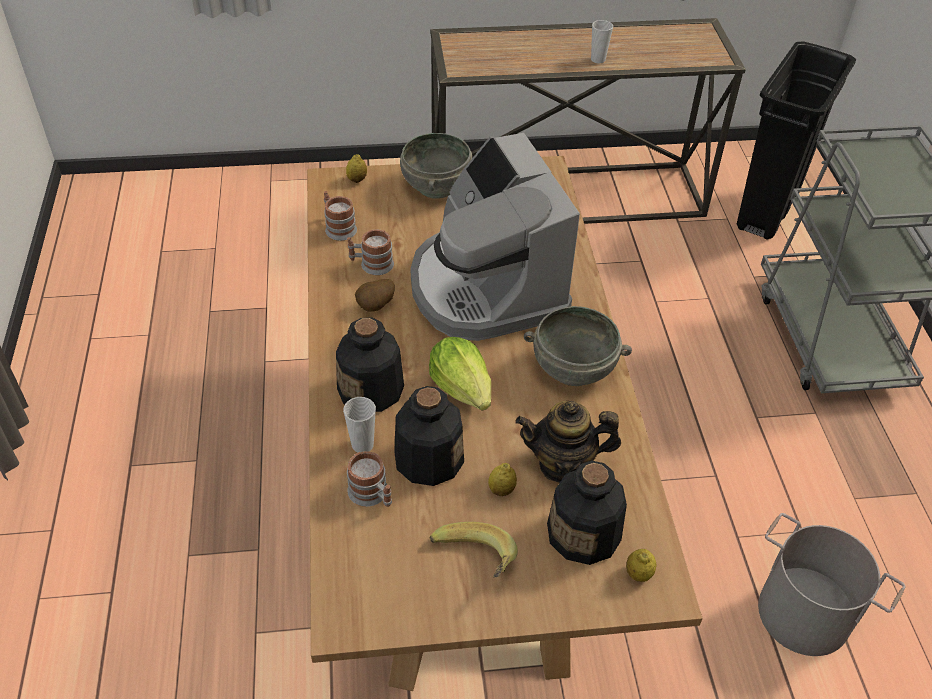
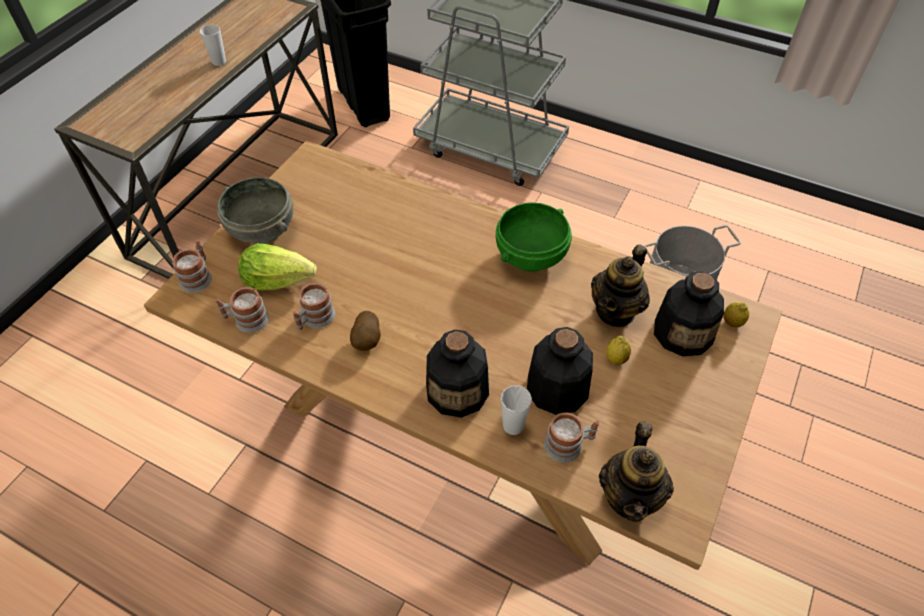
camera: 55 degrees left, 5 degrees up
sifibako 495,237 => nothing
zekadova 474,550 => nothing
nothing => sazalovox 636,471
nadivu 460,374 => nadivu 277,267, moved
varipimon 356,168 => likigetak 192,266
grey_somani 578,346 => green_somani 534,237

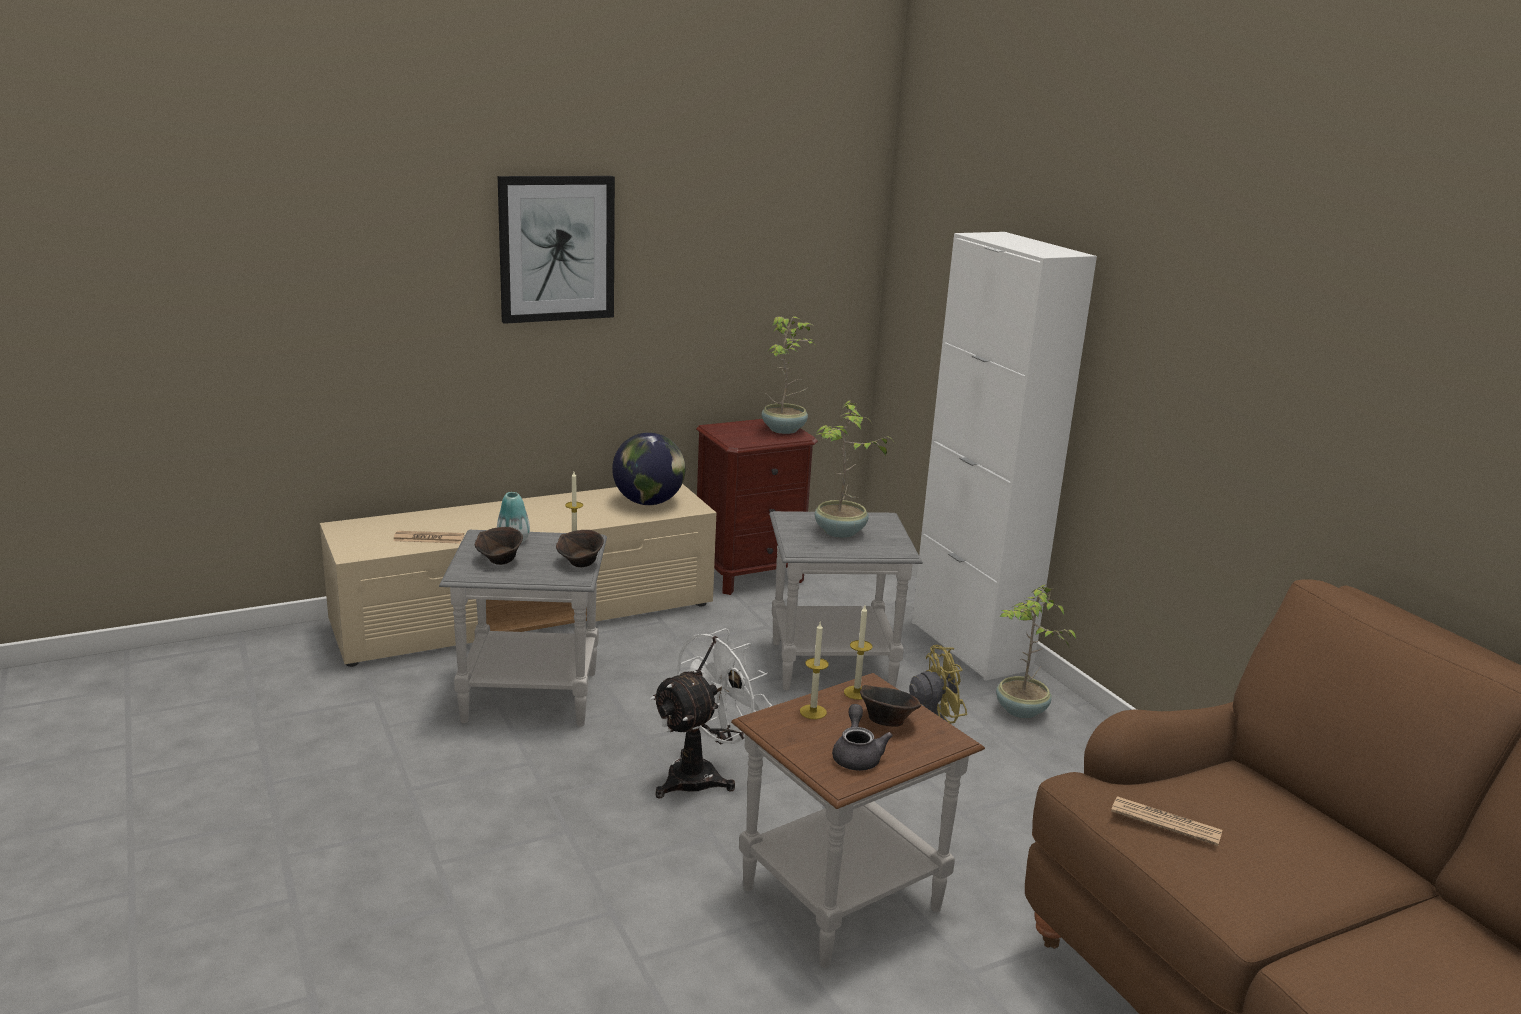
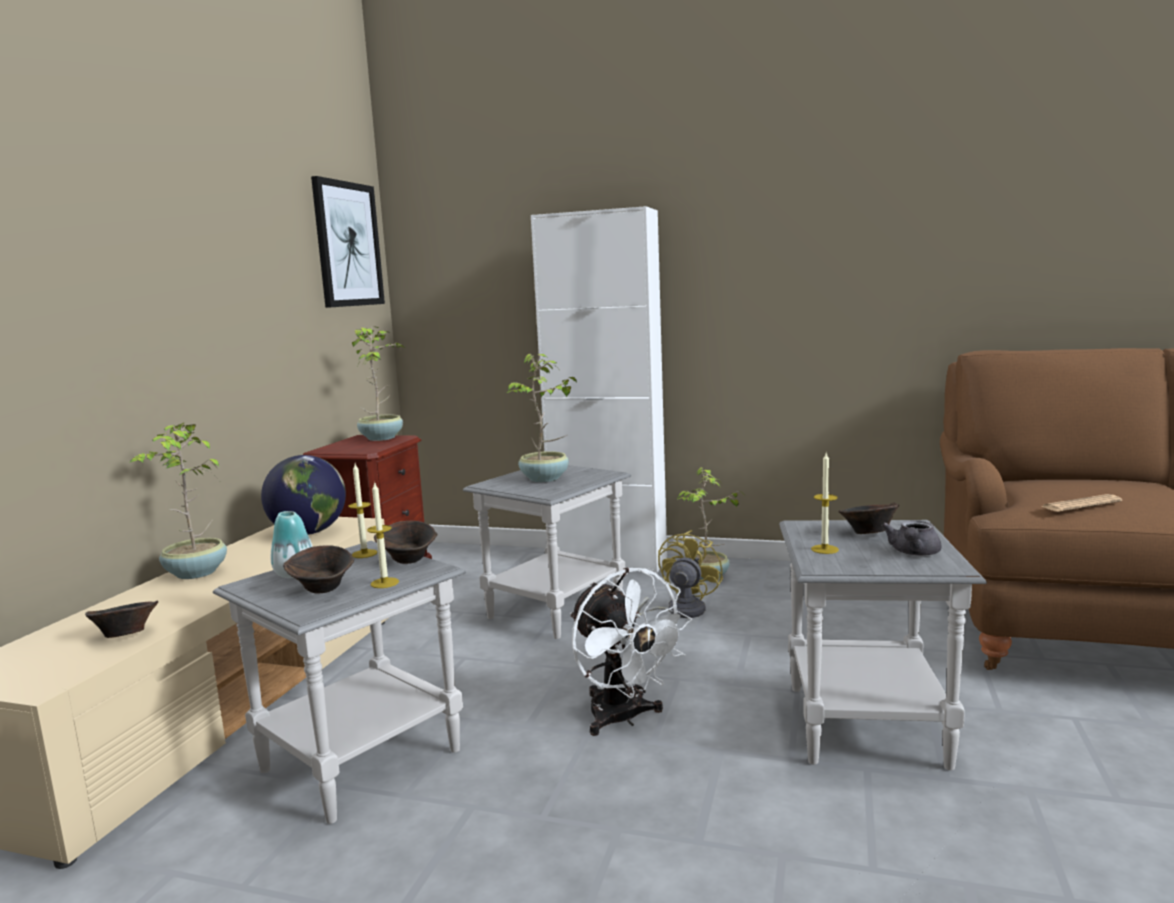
camera: 45 degrees left, 10 degrees down
nothing => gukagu 178,500
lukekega 556,250 => lukekega 348,242, moved
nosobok 858,653 => nosobok 383,534, moved
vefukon 428,537 => brown_somani 121,619
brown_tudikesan 858,820 => grey_tudikesan 883,645
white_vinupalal 711,713 => white_vinupalal 631,652, 150 degrees clockwise
grey_sazalovox 862,737 => grey_sazalovox 911,538, 105 degrees counterclockwise

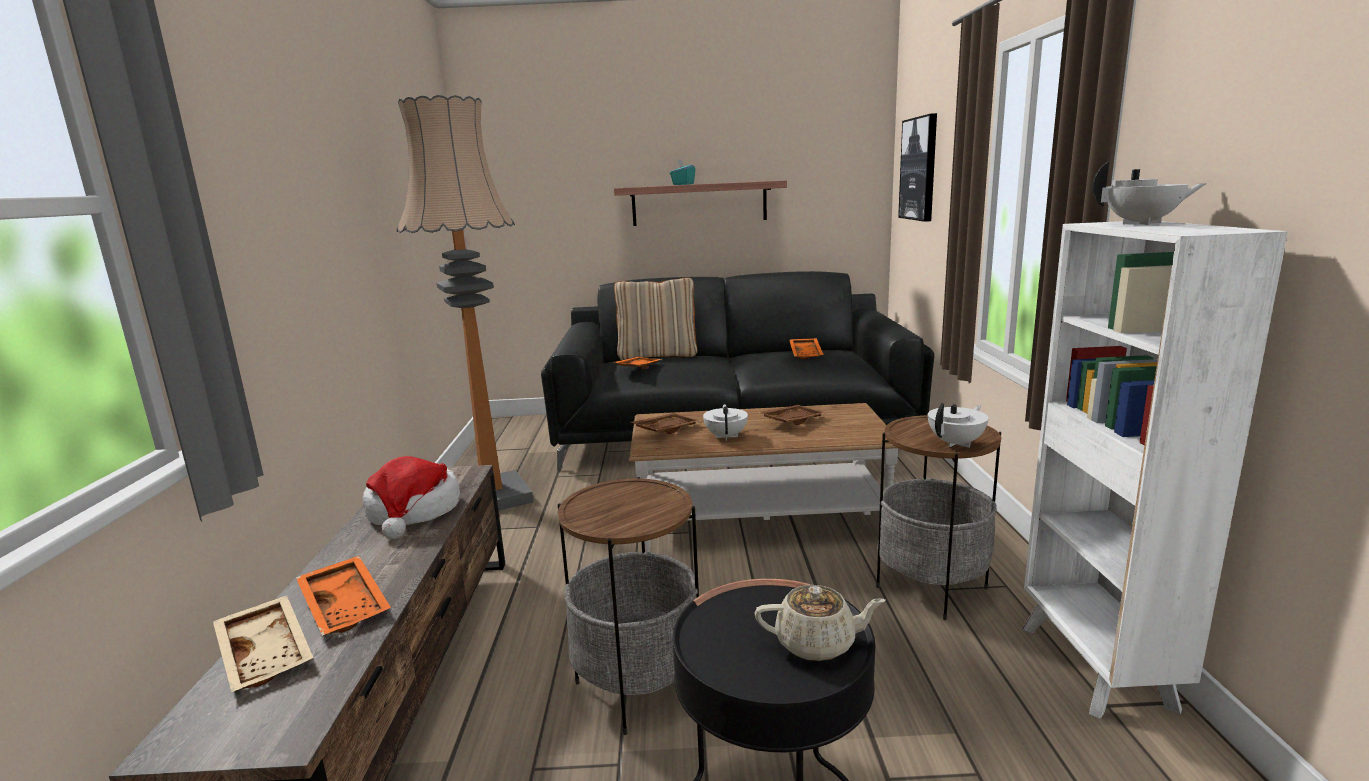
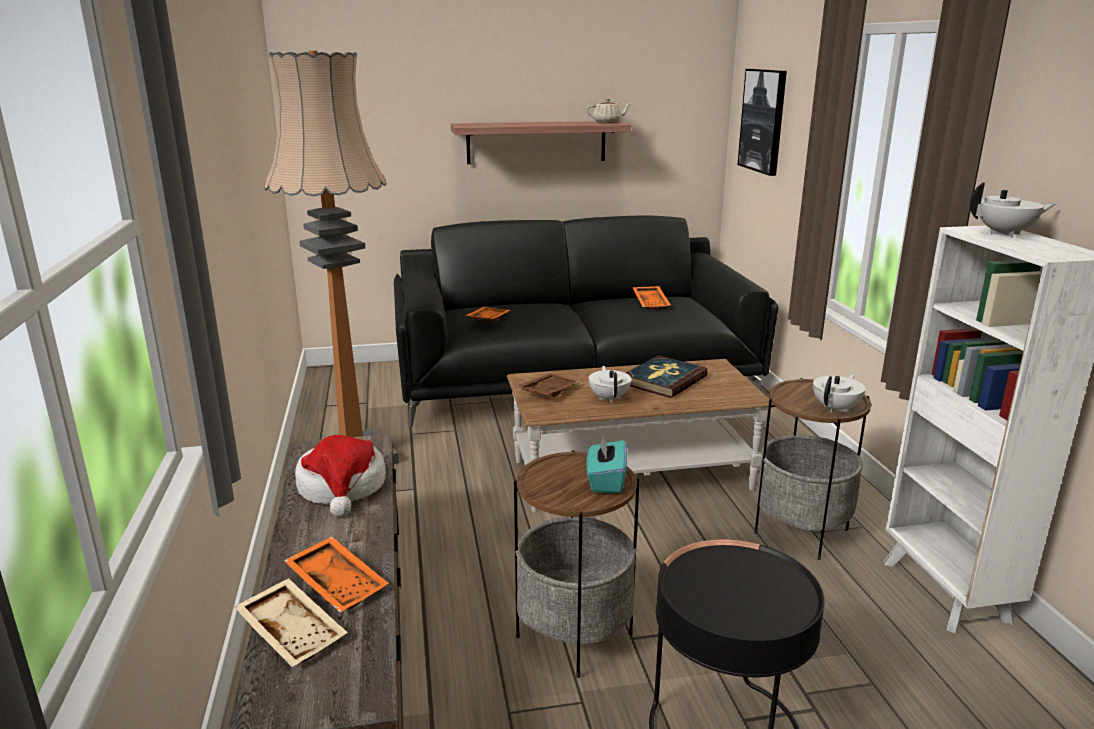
camera: 10 degrees left, 5 degrees up
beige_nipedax 656,319 => nothing
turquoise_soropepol 682,172 => turquoise_soropepol 607,463, moved
beige_sazalovox 819,623 => beige_sazalovox 609,110, moved
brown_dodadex 792,415 => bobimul 667,376

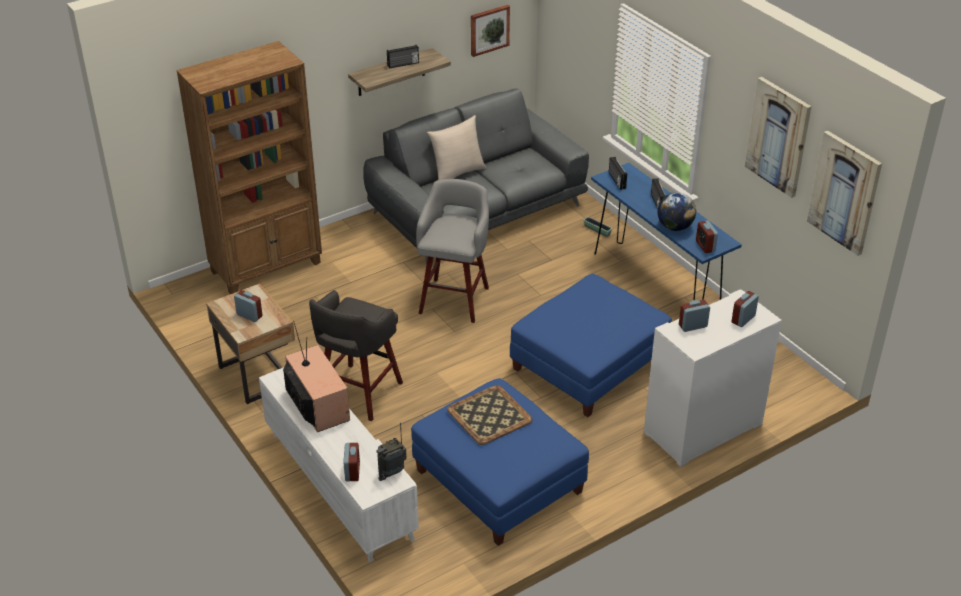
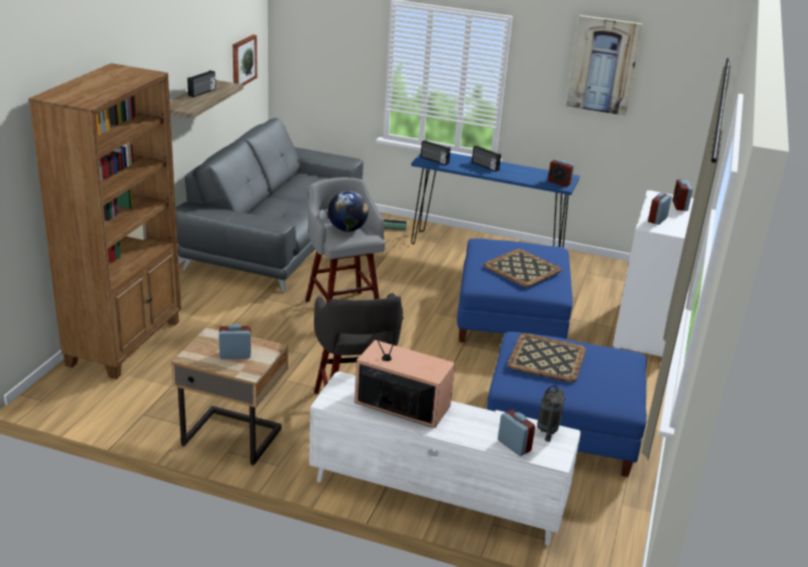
camera: 40 degrees left, 10 degrees down
beige_nipedax 456,147 => nothing
lukekega 844,193 => nothing
nothing => dodadex 522,268
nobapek 676,211 => nobapek 348,211, moved

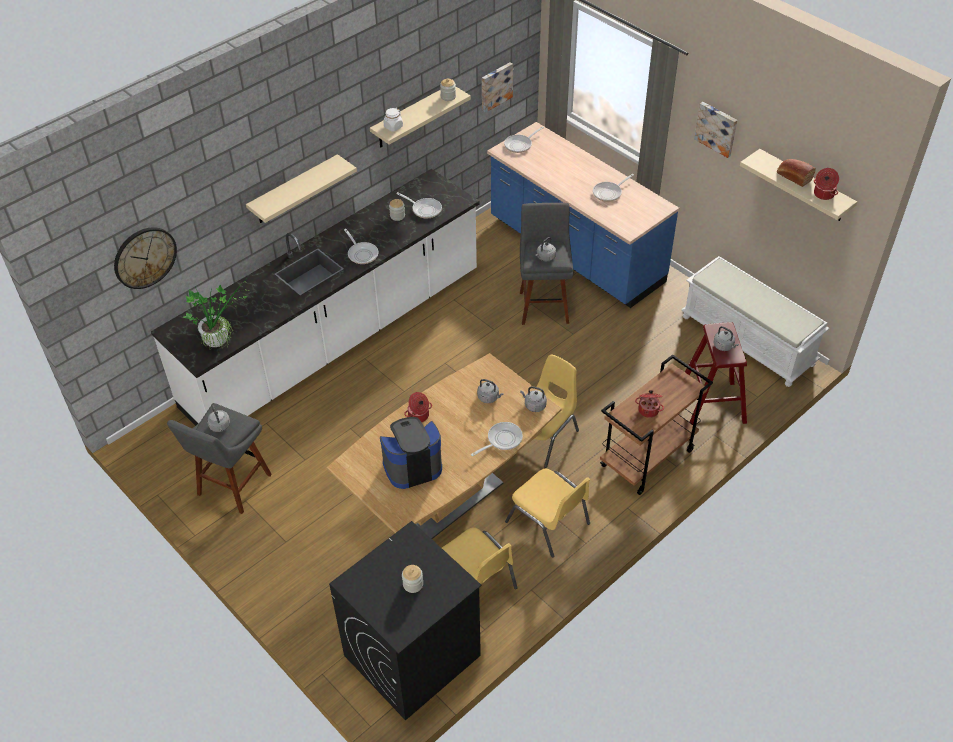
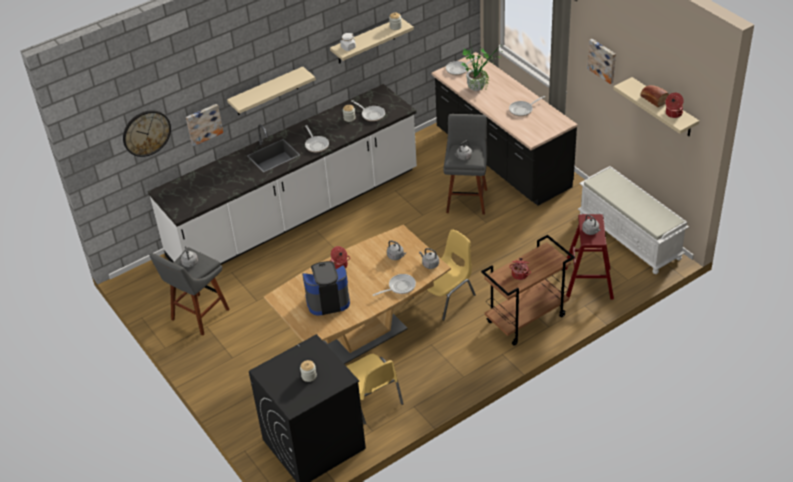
camera: 10 degrees right, 5 degrees down
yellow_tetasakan 547,512 => nothing
gukagu 215,315 => gukagu 481,69, moved
lukekega 497,87 => lukekega 204,125, moved
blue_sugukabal 583,215 => black_sugukabal 505,129

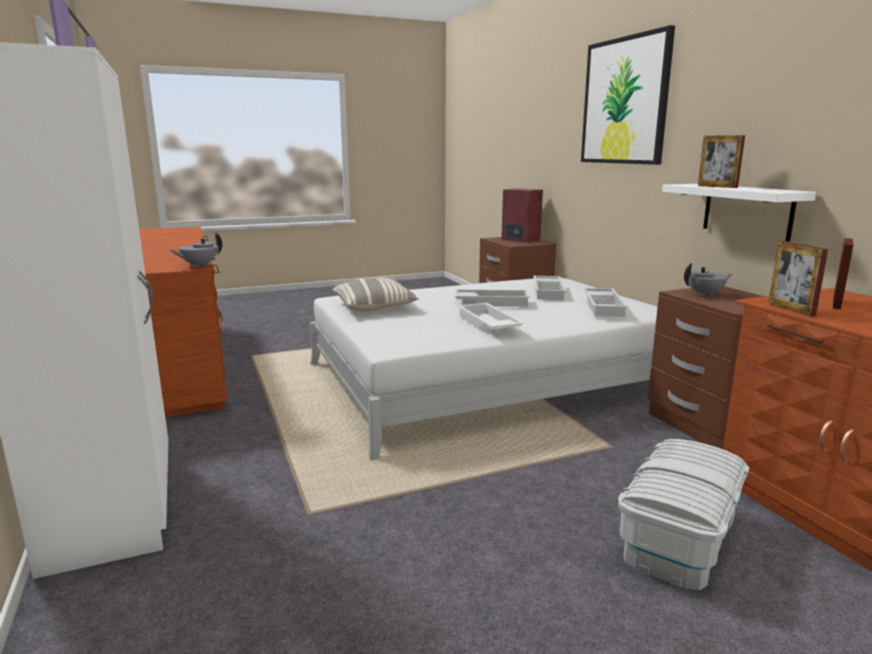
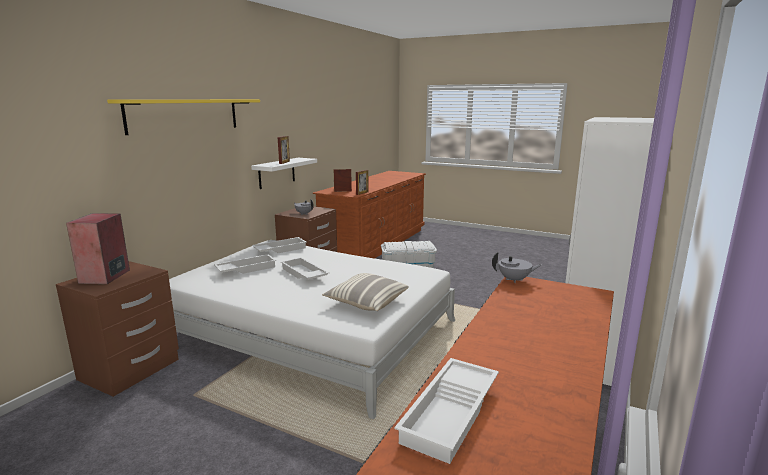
camera: 130 degrees left, 0 degrees up
white_dodadex 490,316 => white_dodadex 446,411, moved
lukekega 628,95 => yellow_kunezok 183,117

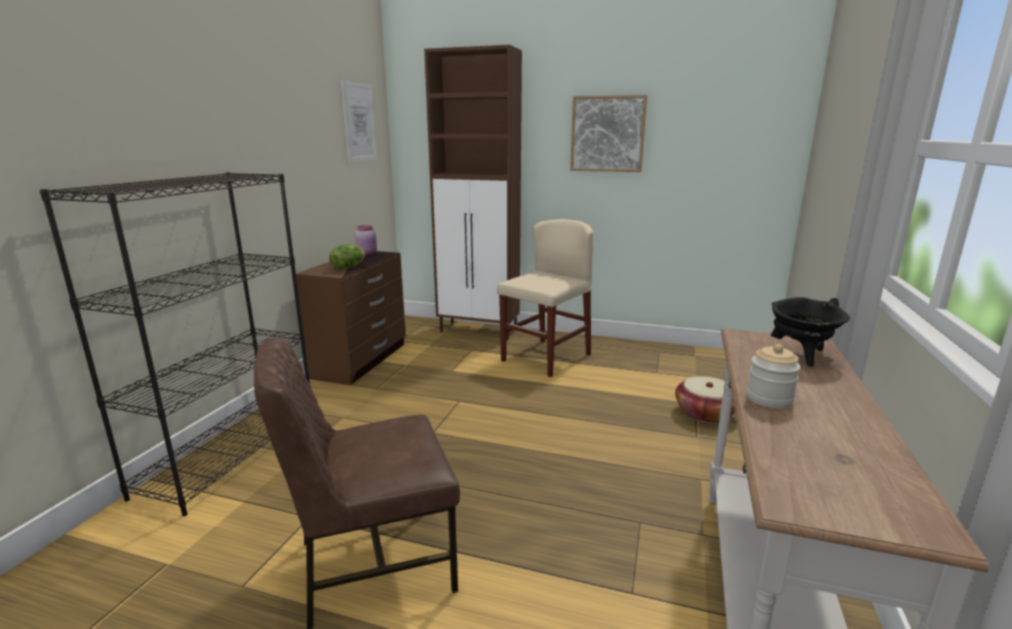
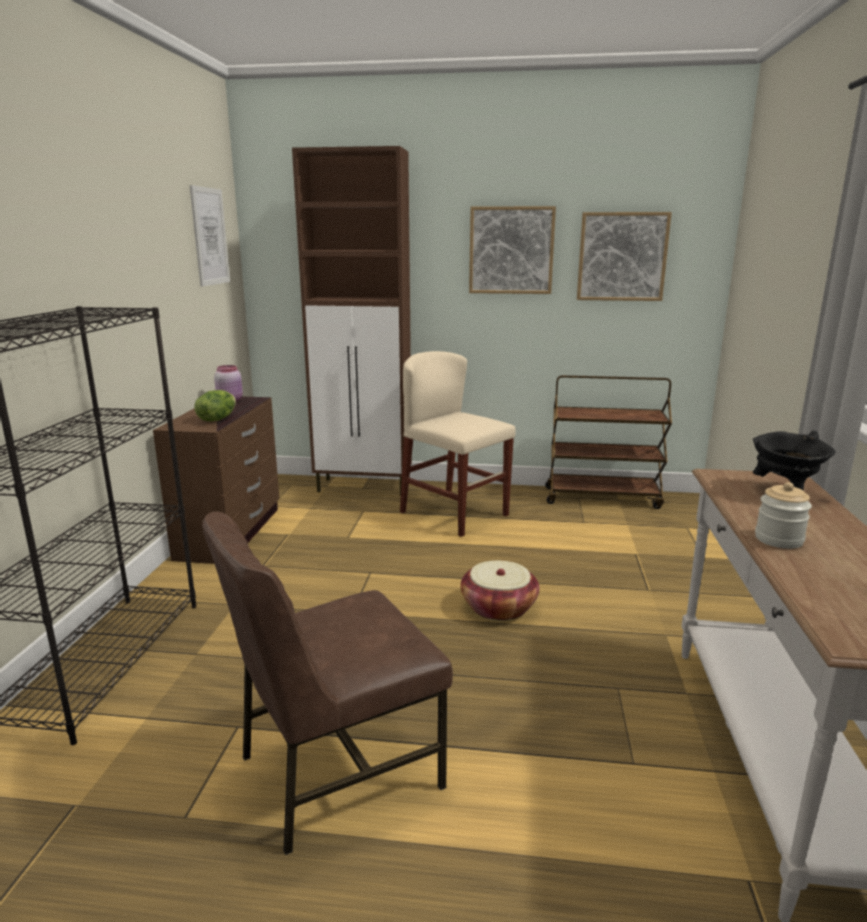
camera: 10 degrees left, 0 degrees up
nothing => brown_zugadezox 608,442
nothing => lukekega 624,256
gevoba 705,399 => gevoba 500,591, moved
beige_tetasakan 545,298 => beige_tetasakan 458,444, 75 degrees counterclockwise

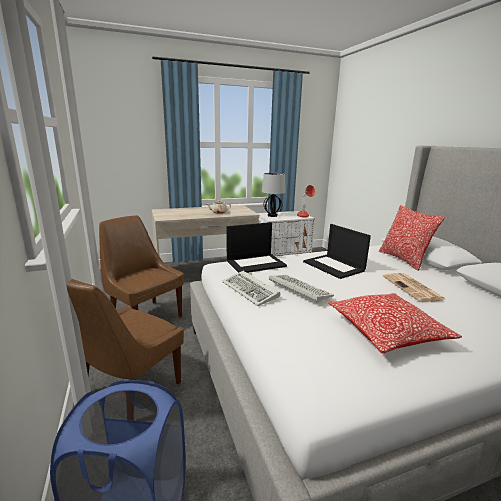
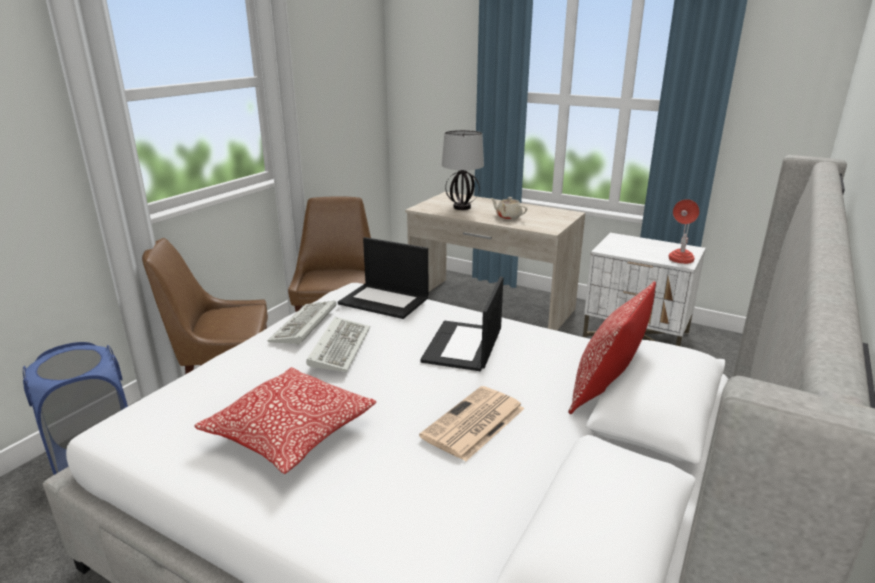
camera: 50 degrees right, 5 degrees up
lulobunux 273,195 => lulobunux 463,170, moved

